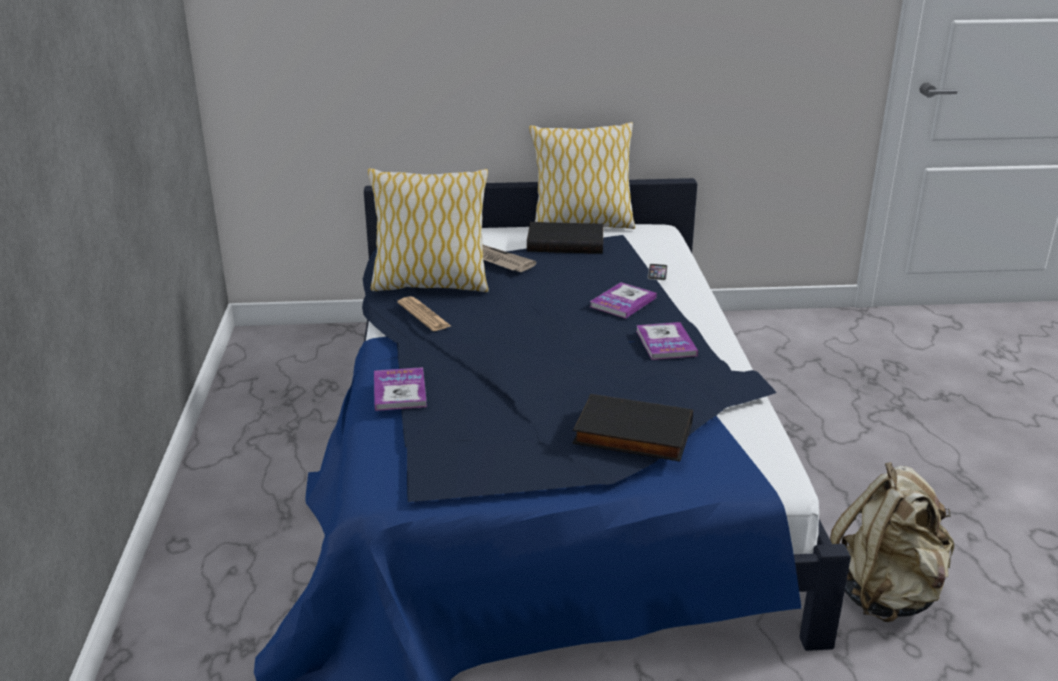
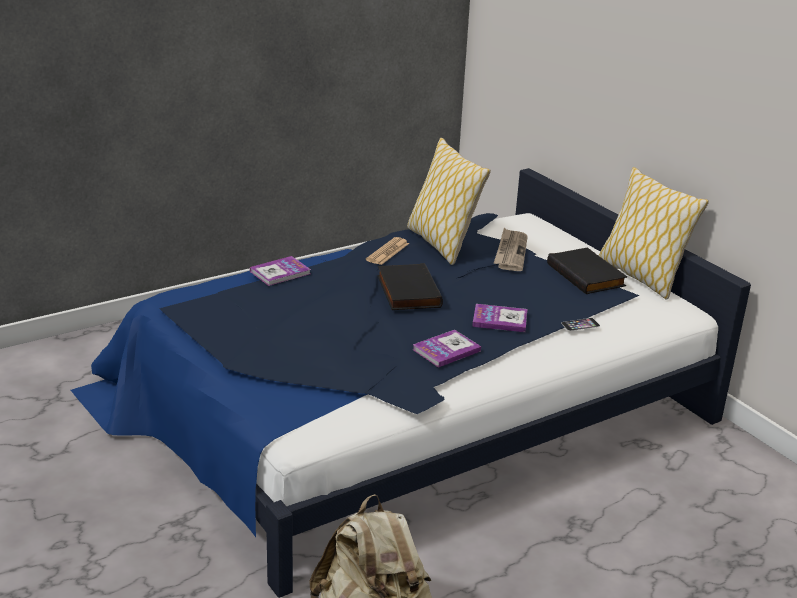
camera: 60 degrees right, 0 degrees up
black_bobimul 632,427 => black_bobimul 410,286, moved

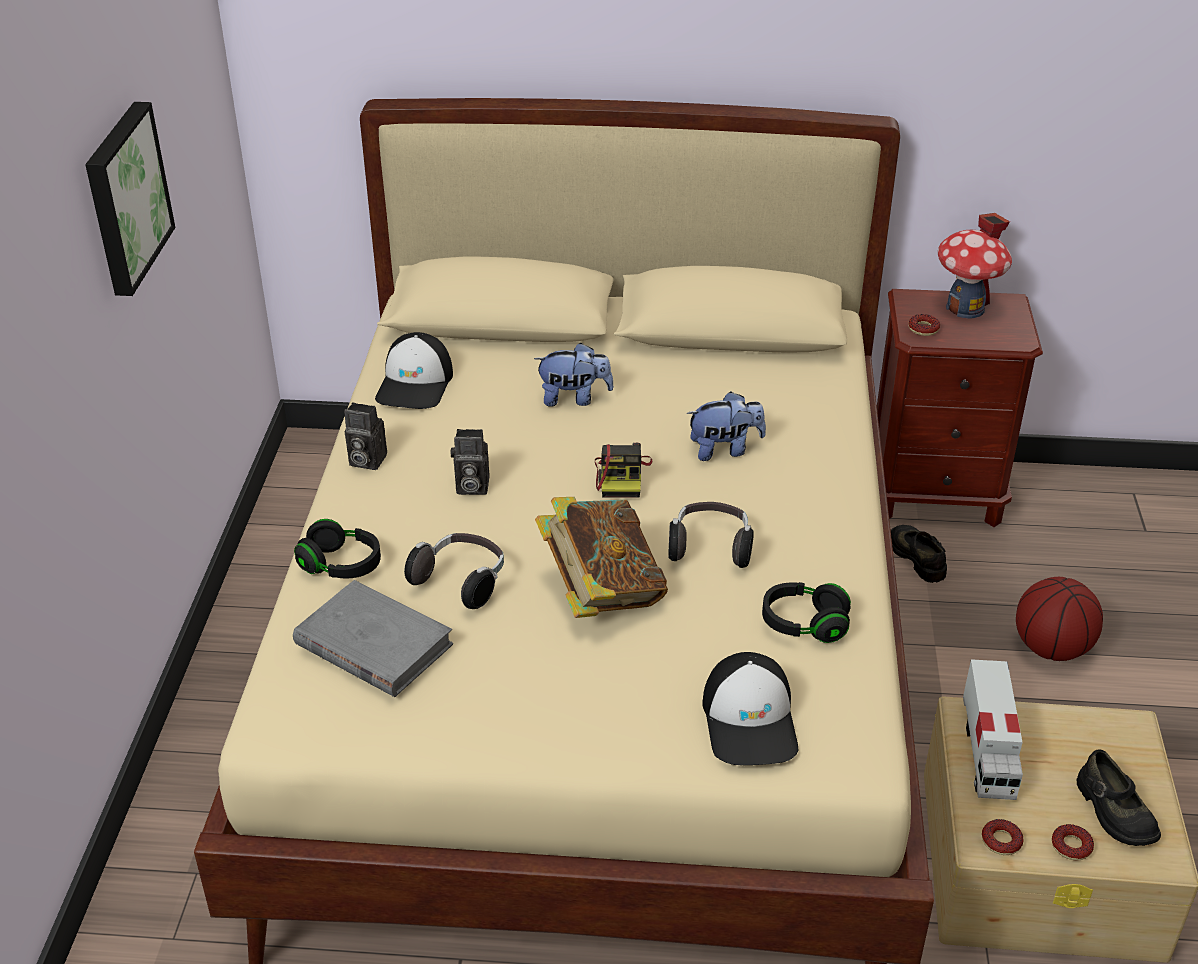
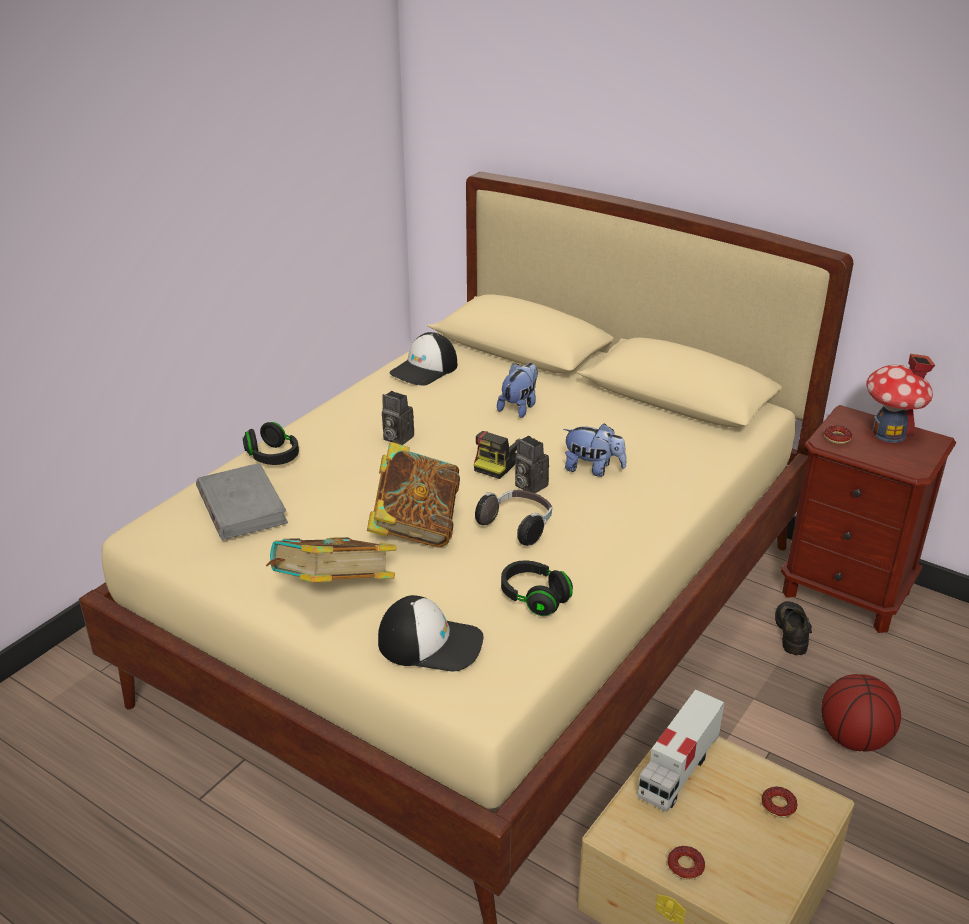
camera: 30 degrees right, 5 degrees down
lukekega 130,199 => nothing
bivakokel 454,571 => nothing
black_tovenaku 1118,797 => nothing
nothing => bobimul 331,560
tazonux 365,436 => tazonux 532,464, moved
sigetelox 1003,837 => sigetelox 779,802, moved
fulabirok 574,375 => fulabirok 517,390, 90 degrees counterclockwise
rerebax 750,708 => rerebax 430,633, 105 degrees counterclockwise

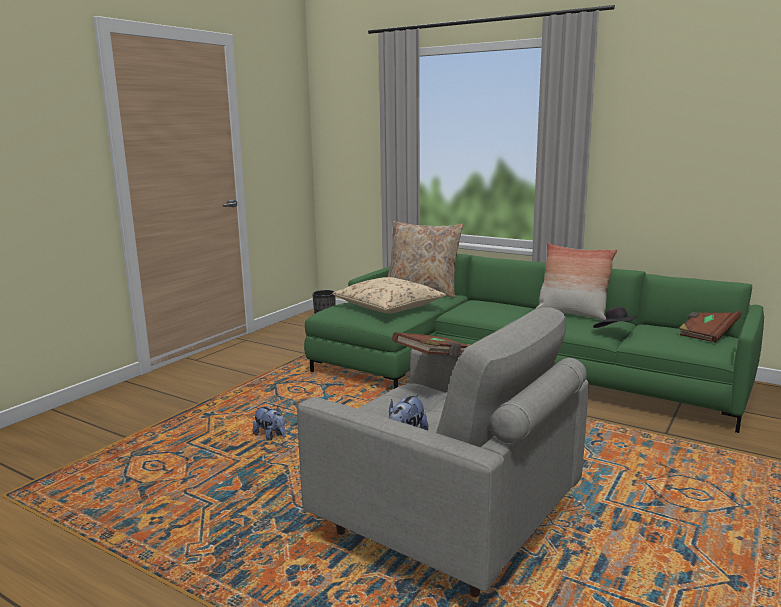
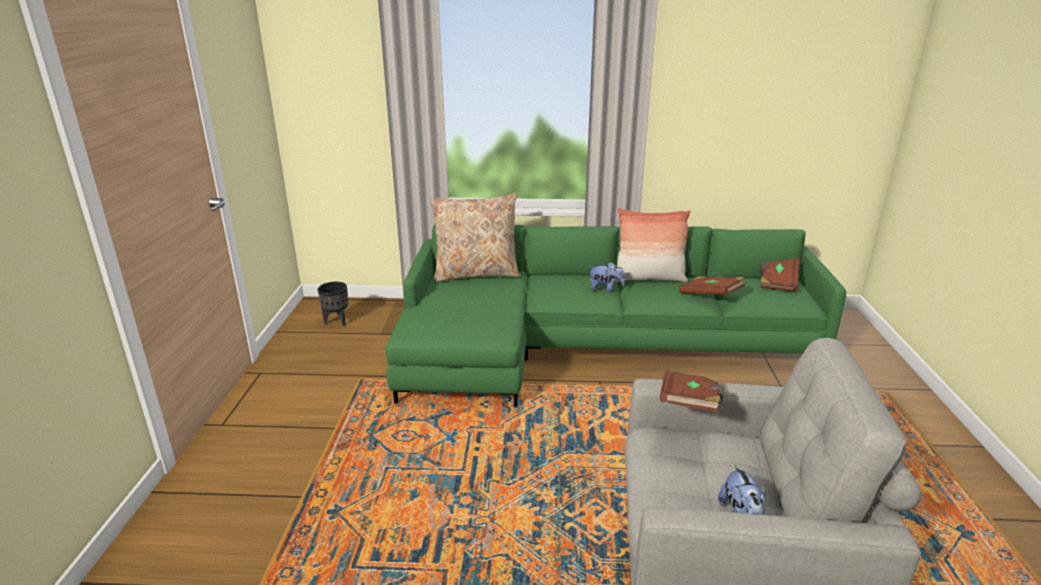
camera: 30 degrees left, 10 degrees up
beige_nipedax 389,295 => nothing
fulabirok 269,423 => fulabirok 606,277, moved
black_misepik 616,317 => brown_bobimul 712,285

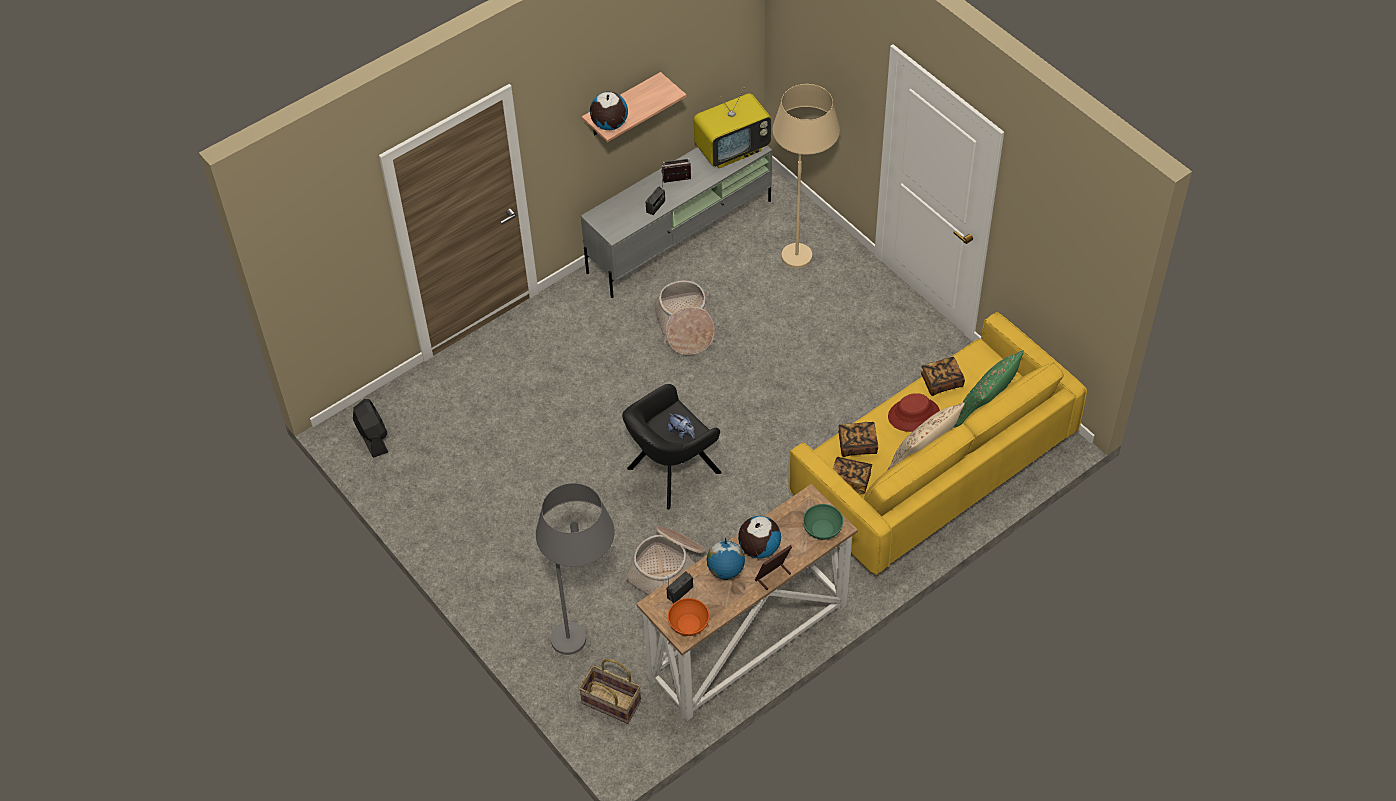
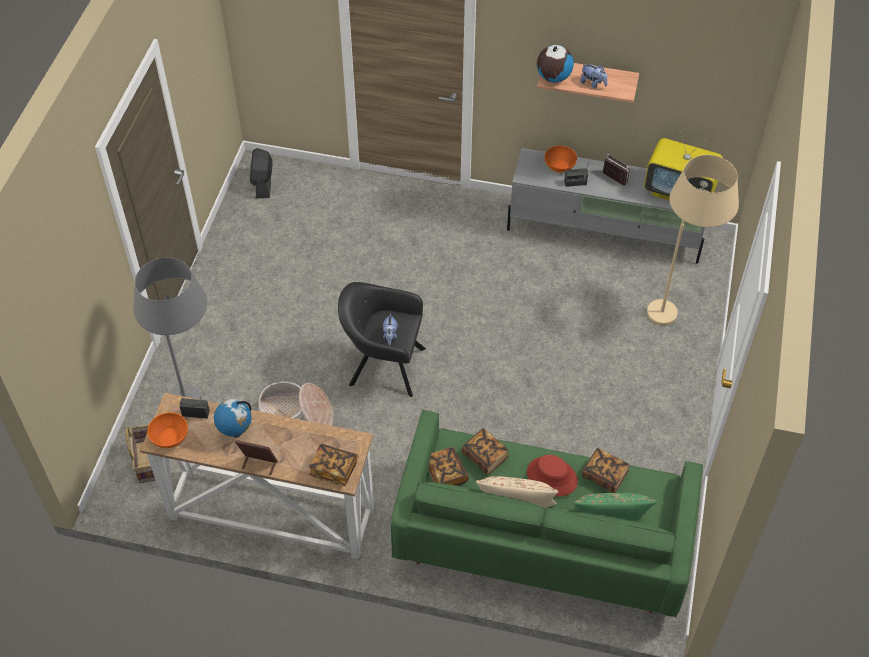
camera: 50 degrees right, 0 degrees up
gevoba 684,318 => nothing
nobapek 759,537 => nothing
nothing => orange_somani 561,159
nothing => fulabirok 593,76
green_somani 823,522 => bobimul 333,465
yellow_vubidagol 938,443 => green_vubidagol 547,514
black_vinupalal 370,428 => black_vinupalal 261,173, 150 degrees clockwise

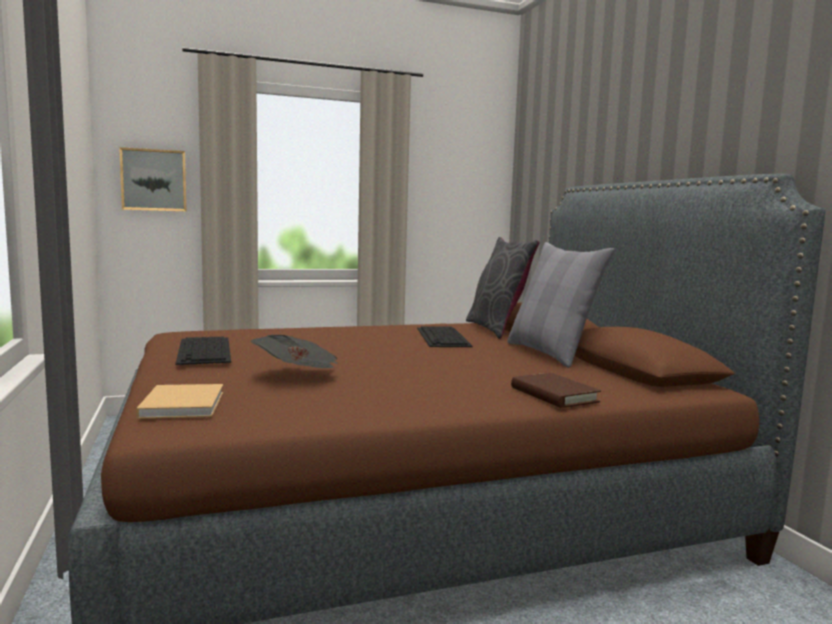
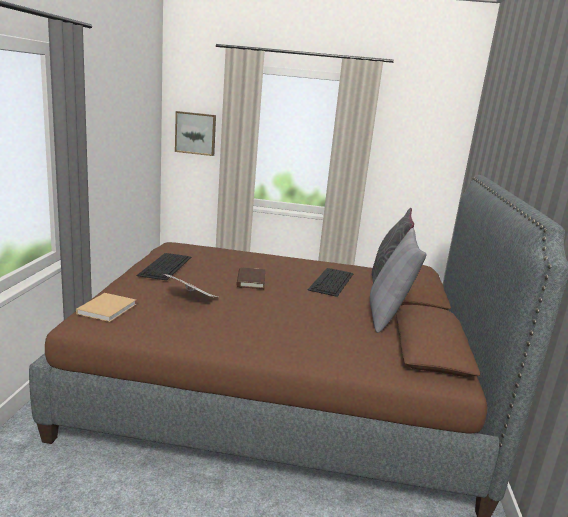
camera: 25 degrees right, 10 degrees up
brown_bobimul 556,390 => brown_bobimul 251,278, moved

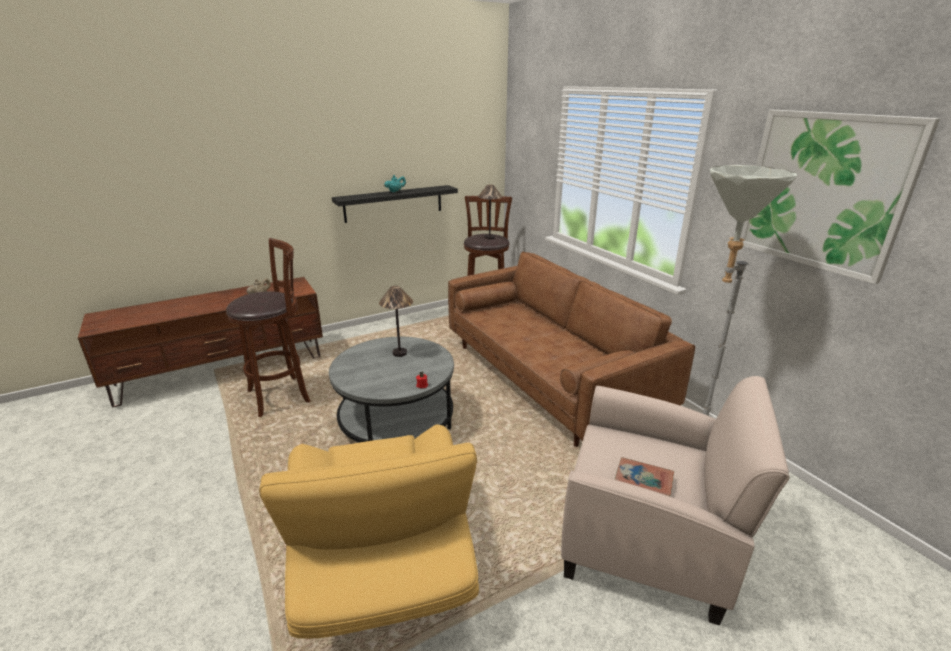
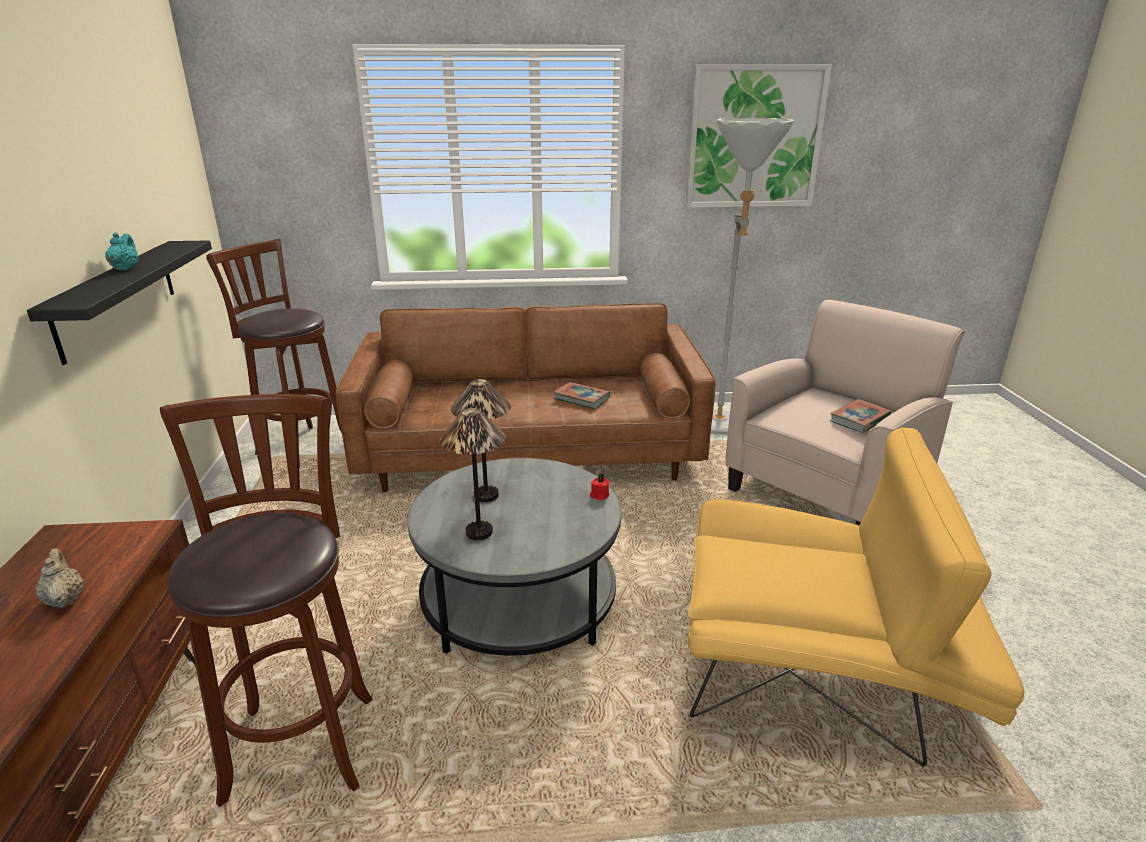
camera: 65 degrees left, 0 degrees up
nothing => bobimul 582,395
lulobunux 490,212 => lulobunux 472,474, moved

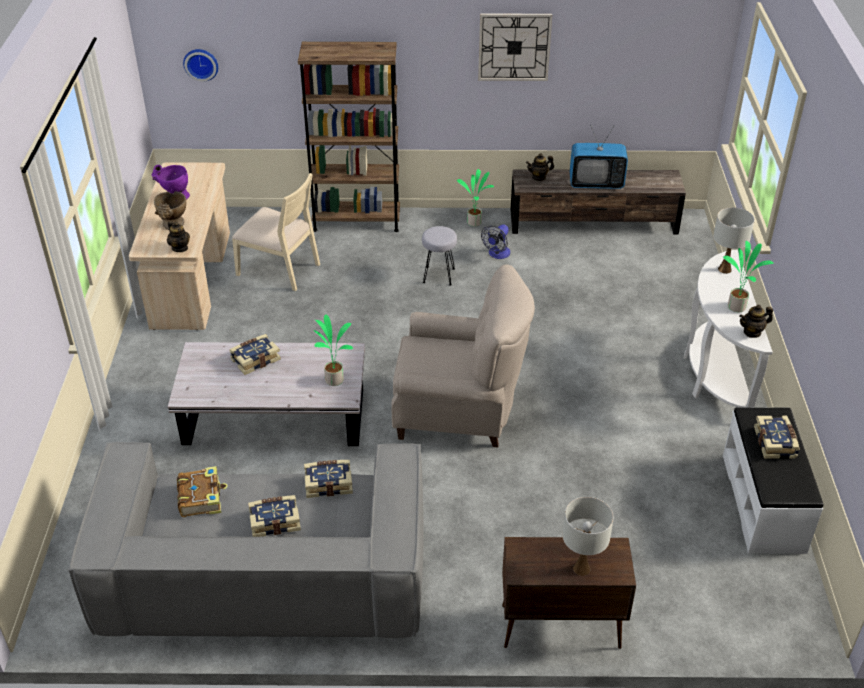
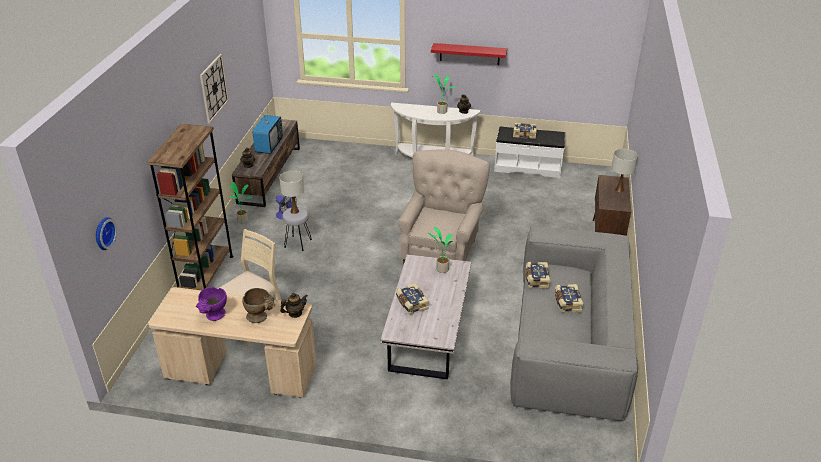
camera: 80 degrees left, 5 degrees down
bobimul 202,491 => nothing
nothing => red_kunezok 469,54
white_lulobunux 734,240 => white_lulobunux 291,192, moved

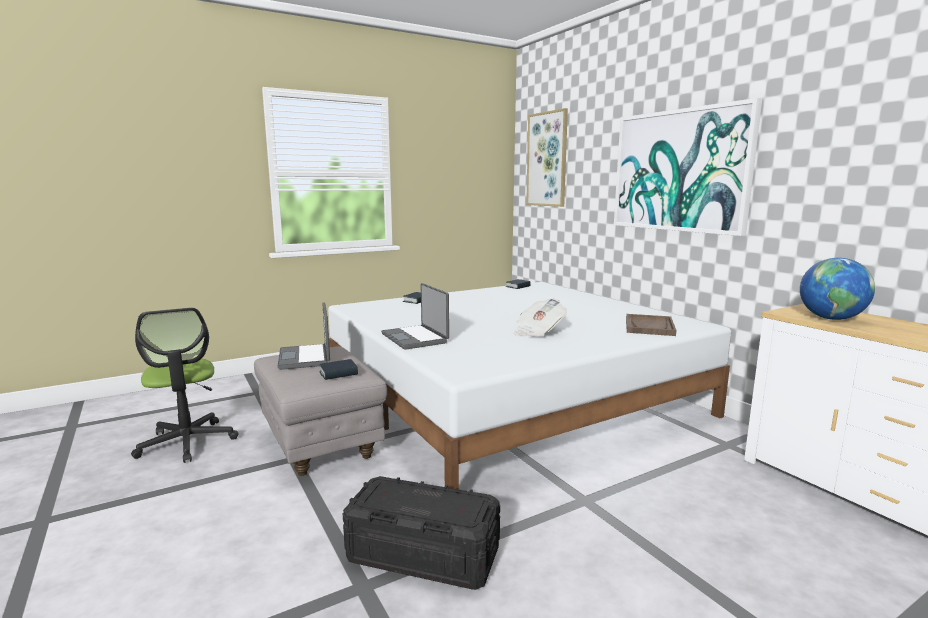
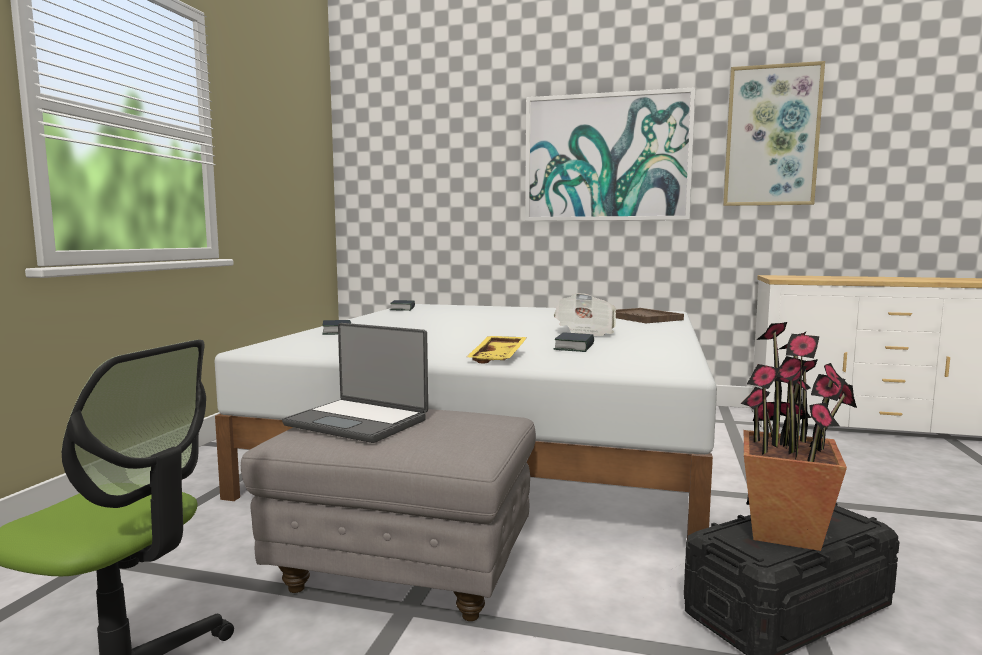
camera: 45 degrees left, 5 degrees down
nobapek 837,289 => nothing
nothing => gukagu 799,436
bobimul 338,369 => bobimul 573,342, moved
lukekega 547,157 => lukekega 774,133, moved
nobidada 415,316 => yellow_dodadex 497,350

